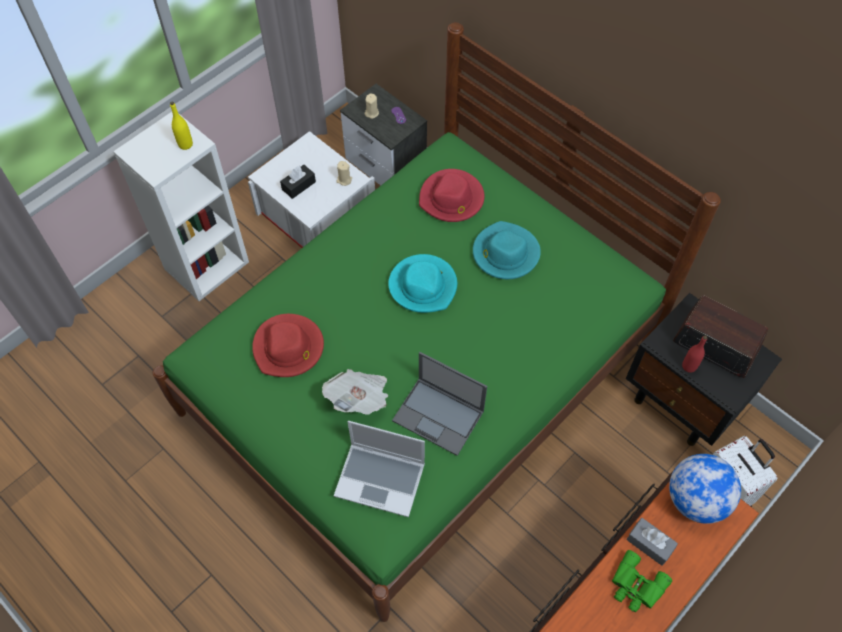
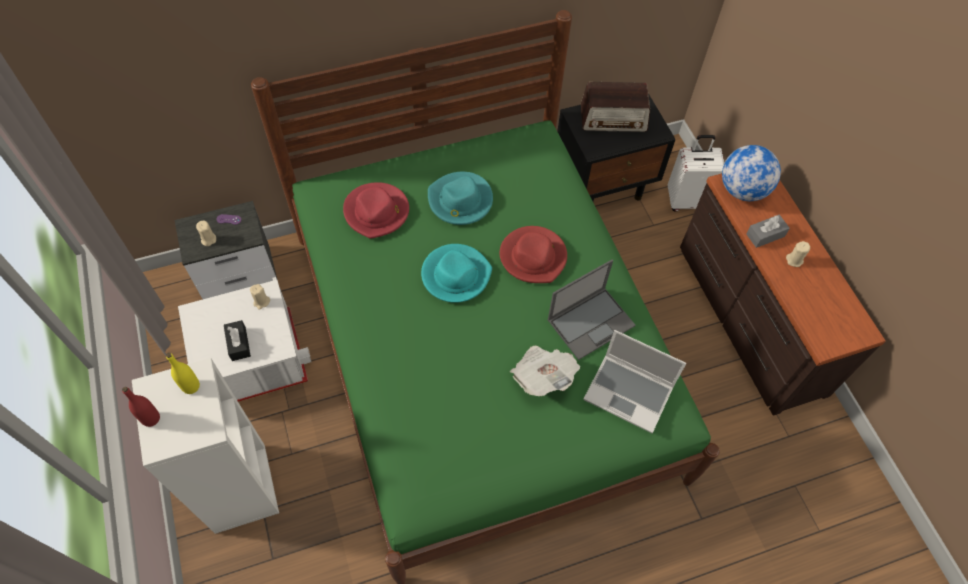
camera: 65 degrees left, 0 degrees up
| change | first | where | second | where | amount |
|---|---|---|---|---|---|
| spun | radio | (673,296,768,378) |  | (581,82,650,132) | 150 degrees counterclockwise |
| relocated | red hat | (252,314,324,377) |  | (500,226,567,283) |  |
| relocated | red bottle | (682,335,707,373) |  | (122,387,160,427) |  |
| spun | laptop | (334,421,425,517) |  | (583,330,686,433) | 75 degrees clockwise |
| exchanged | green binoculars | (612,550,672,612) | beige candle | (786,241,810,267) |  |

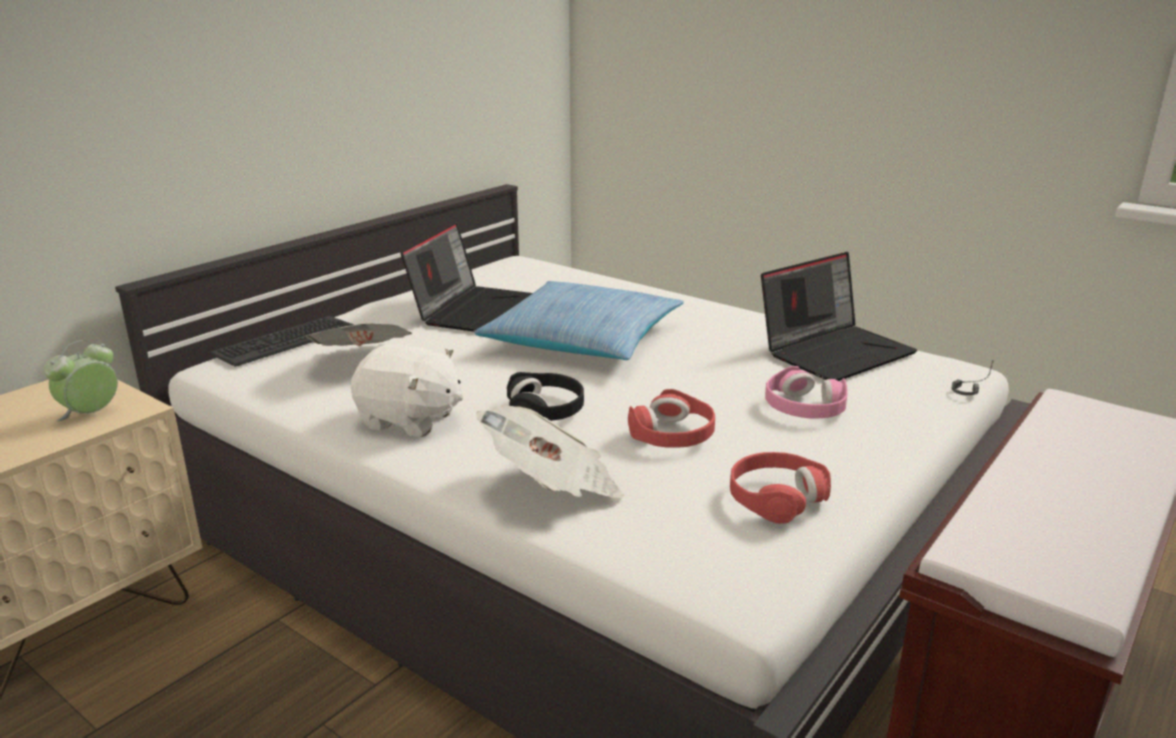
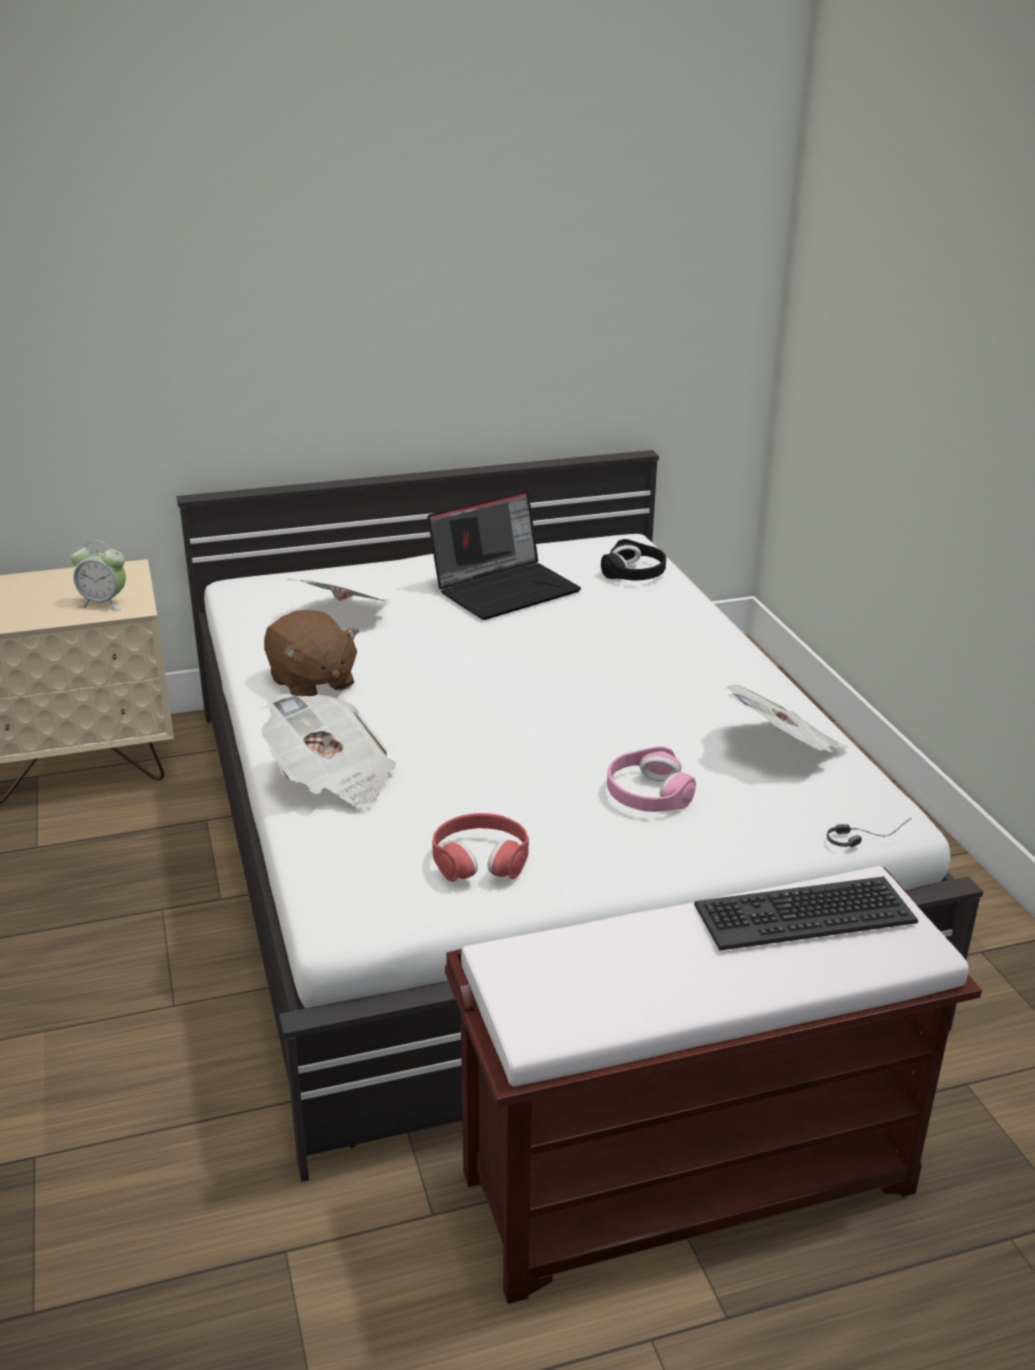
camera: 35 degrees right, 5 degrees up
| change | first | where | second | where | amount |
|---|---|---|---|---|---|
| exchanged | laptop | (761,252,917,381) | newspaper | (727,685,849,753) |  |
| missing | pillow | (474,281,684,360) |  |  |  |
| relocated | keyboard | (210,316,354,367) |  | (694,876,918,951) |  |
| spun | alarm clock | (44,340,118,422) |  | (71,540,126,611) | 150 degrees counterclockwise |
| colour | white plush toy | (351,344,463,437) | brown plush toy | (264,610,359,696) |  |
| relocated | black headphones | (507,372,584,421) |  | (601,539,666,580) |  |
| missing | red headphones | (628,389,715,448) |  |  |  |

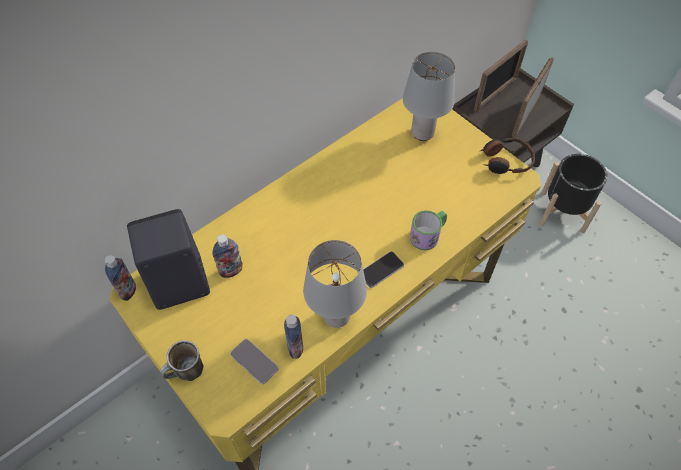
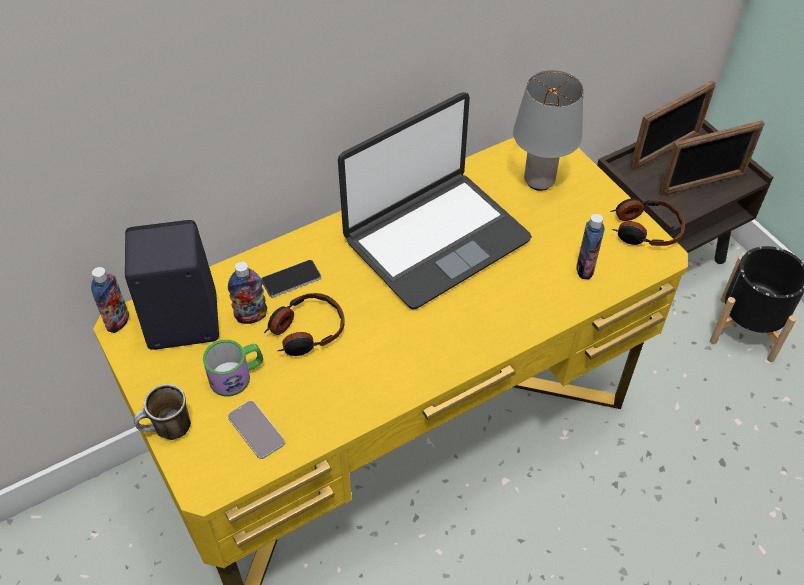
camera: 10 degrees right, 5 degrees down
| change | first | where | second | where | amount |
|---|---|---|---|---|---|
| spun | picture frame | (512,57,554,138) |  | (659,120,765,196) | 150 degrees counterclockwise |
| relocated | mug | (410,210,447,250) |  | (203,340,263,396) |  |
| missing | grey table lamp | (303,240,367,328) |  |  |  |
| relocated | phone | (363,251,404,288) |  | (261,260,322,298) |  |
| relocated | bottle | (284,315,303,359) |  | (576,214,604,279) |  |
| appeared |  |  | laptop | (338,92,532,309) |  |
| appeared |  |  | headphones | (264,293,345,356) |  |

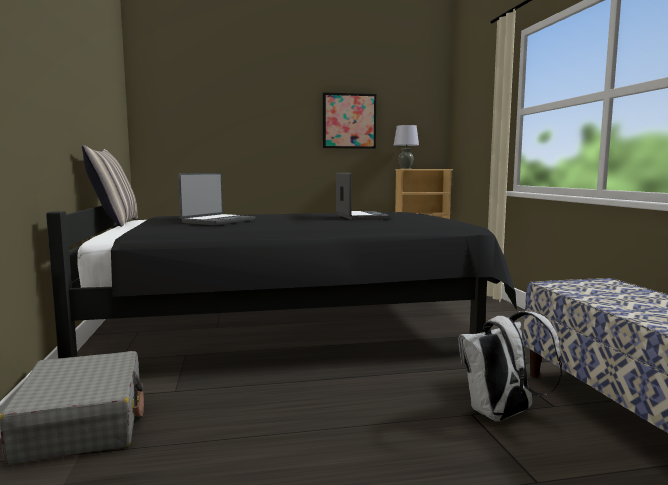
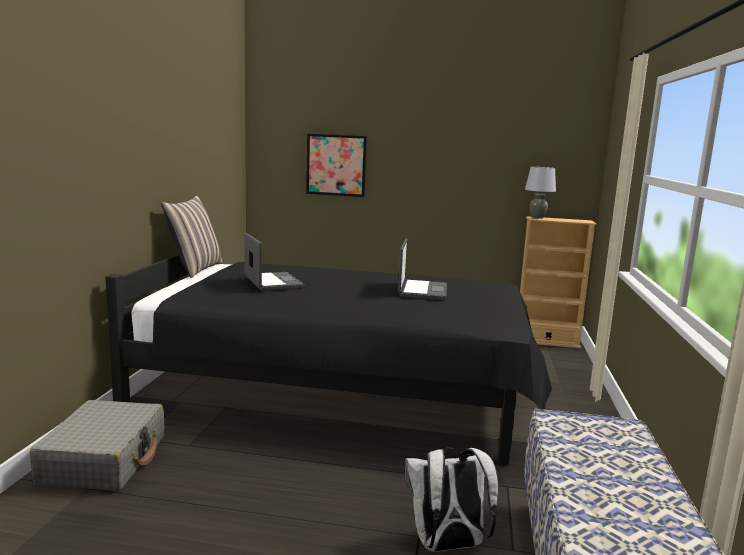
camera: 20 degrees right, 5 degrees up
| change | first | where | second | where | amount |
|---|---|---|---|---|---|
| relocated | picture | (323,92,376,149) |  | (306,134,367,197) |  |
| spun | laptop | (178,173,255,226) |  | (244,233,305,291) | 75 degrees counterclockwise |

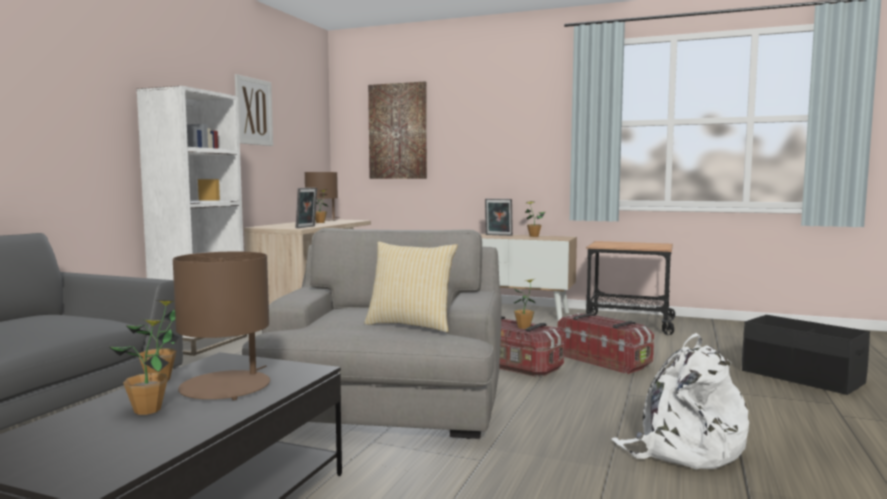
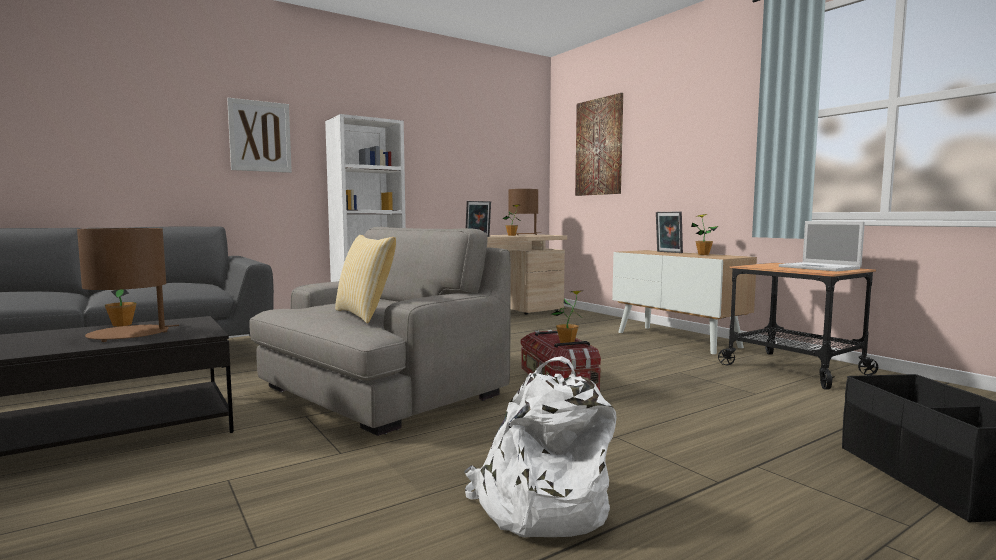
camera: 35 degrees right, 0 degrees up
| change | first | where | second | where | amount |
|---|---|---|---|---|---|
| relocated | picture | (235,74,273,146) |  | (227,98,292,173) |  |
| missing | storage box | (558,313,654,374) |  |  |  |
| missing | potted plant | (110,319,176,415) |  |  |  |
| appeared |  |  | laptop | (779,221,865,271) |  |

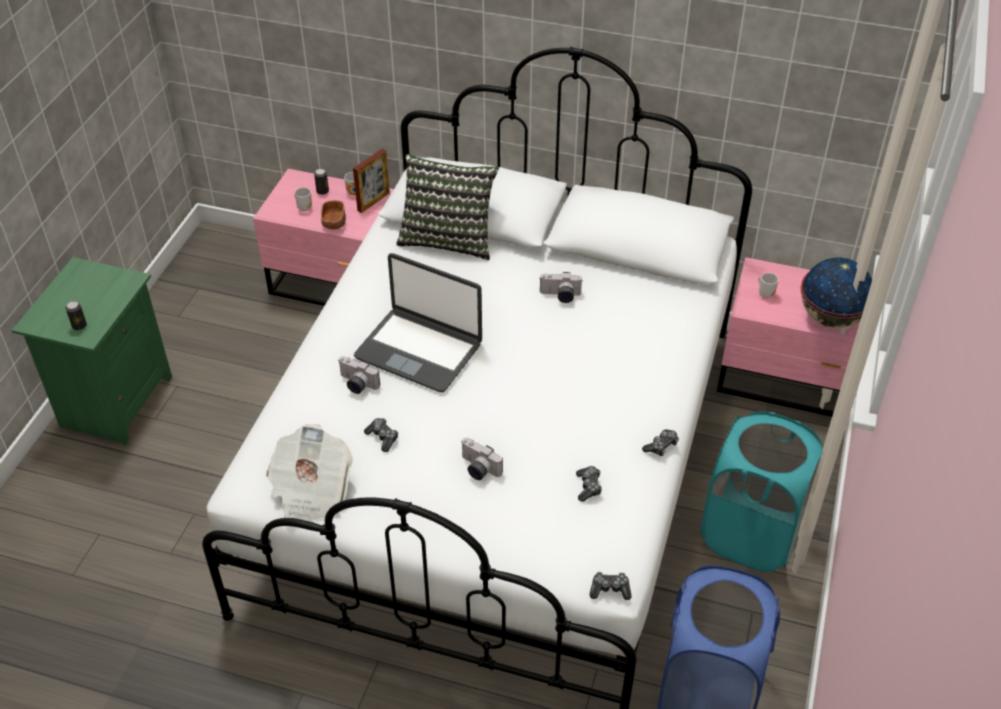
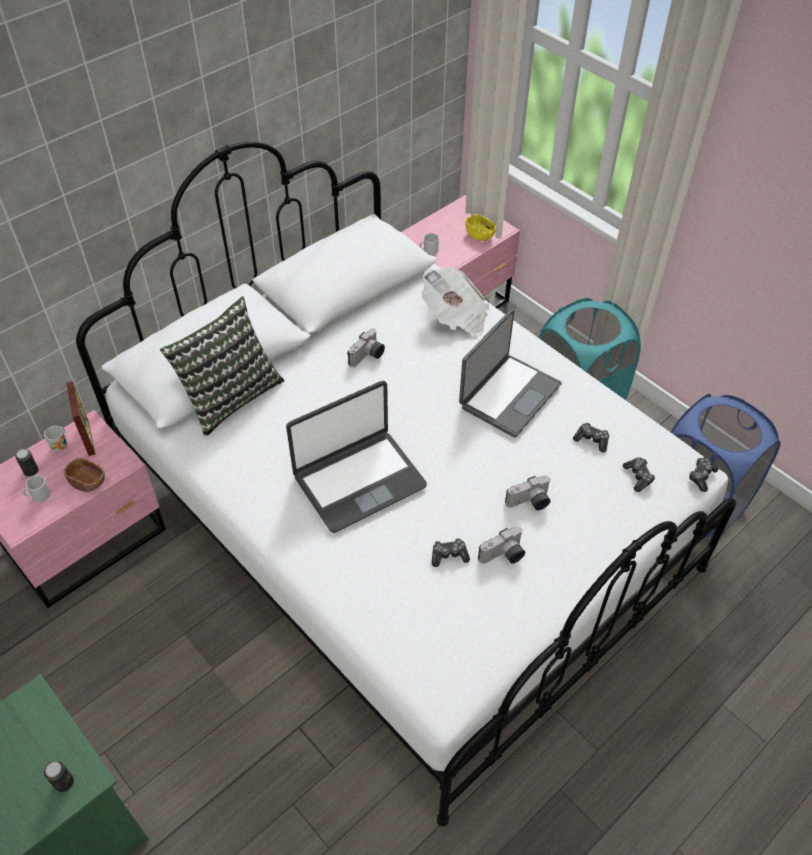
camera: 60 degrees left, 5 degrees up
| change | first | where | second | where | amount |
|---|---|---|---|---|---|
| exchanged | globe | (801,257,872,328) | yellow bowl | (465,214,496,241) |  |
| relocated | photo camera | (339,356,380,394) |  | (478,526,525,564) |  |
| relocated | newspaper | (266,424,353,527) |  | (421,267,489,337) |  |
| relocated | game controller | (642,430,679,456) |  | (623,457,655,492) |  |
| appeared |  |  | laptop | (459,309,562,438) |  |

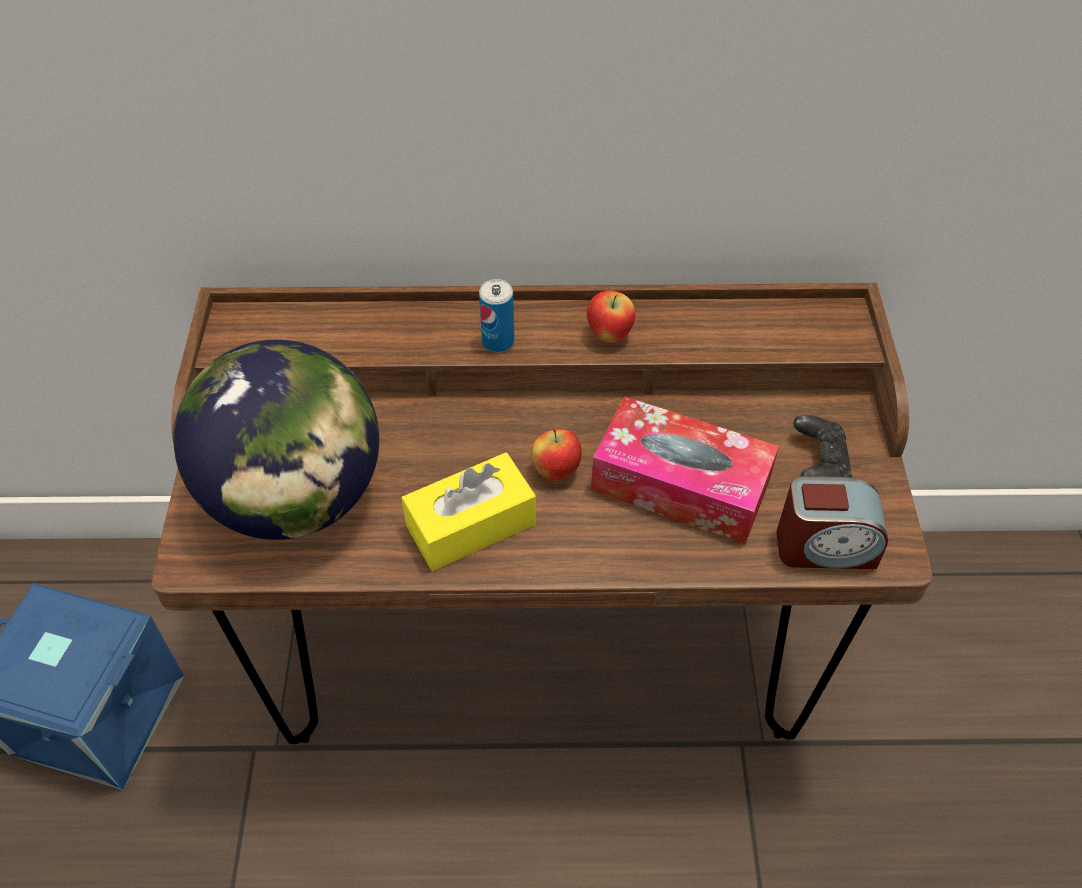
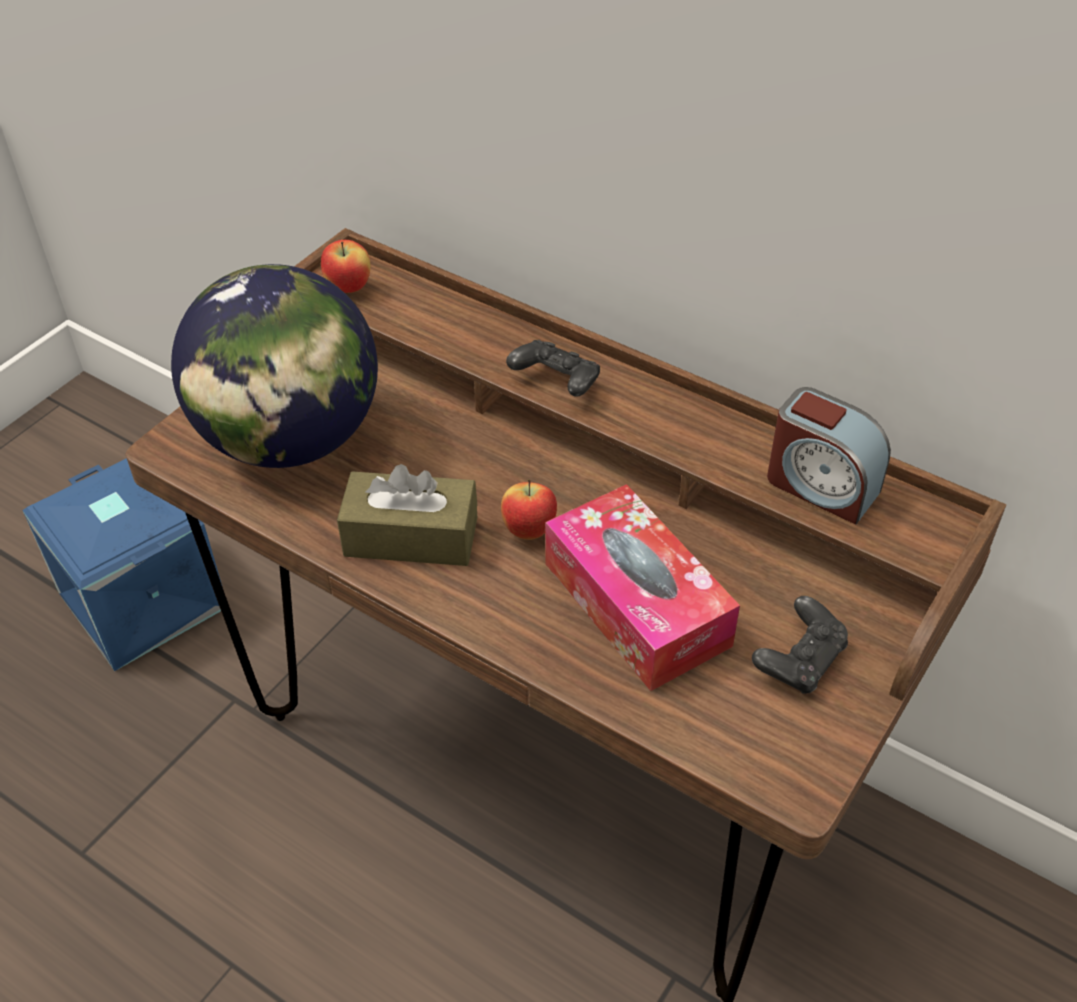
camera: 35 degrees right, 5 degrees down
| change | first | where | second | where | amount |
|---|---|---|---|---|---|
| exchanged | can | (479,279,514,352) | black game controller | (506,340,600,397) |  |
| relocated | apple | (587,291,635,342) |  | (321,240,371,293) |  |
| colour | yellow tissue box | (401,453,536,571) | brown tissue box | (337,464,477,566) |  |
| relocated | alarm clock | (776,476,888,569) |  | (767,387,891,525) |  |

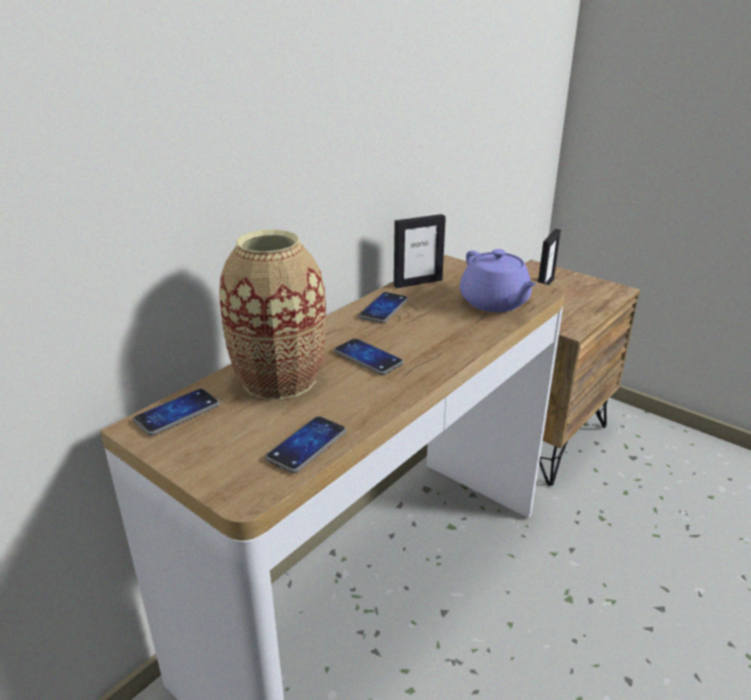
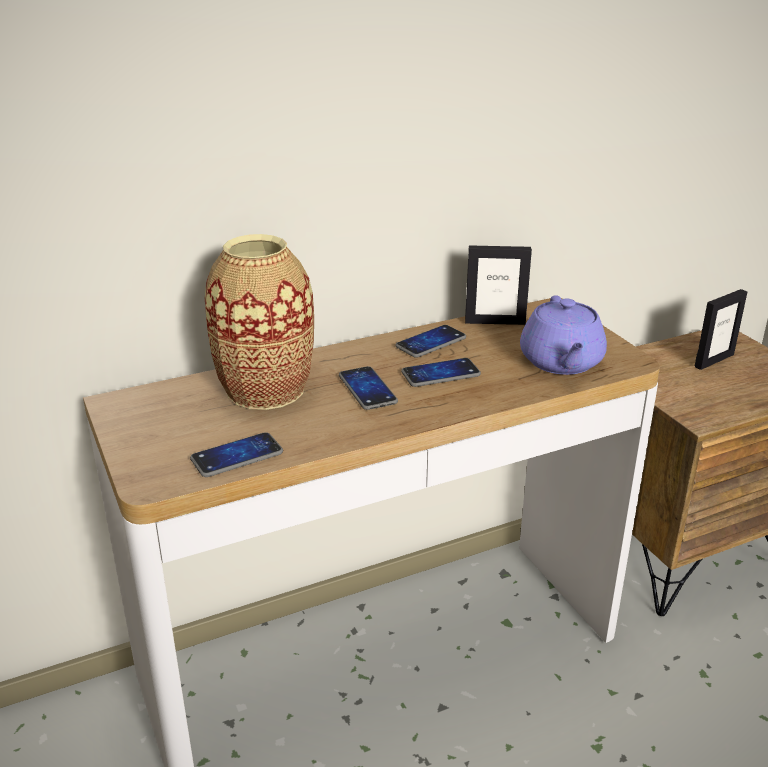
camera: 25 degrees right, 0 degrees up
| change | first | where | second | where | amount |
|---|---|---|---|---|---|
| relocated | phone | (133,389,220,436) |  | (401,358,481,387) |  |

